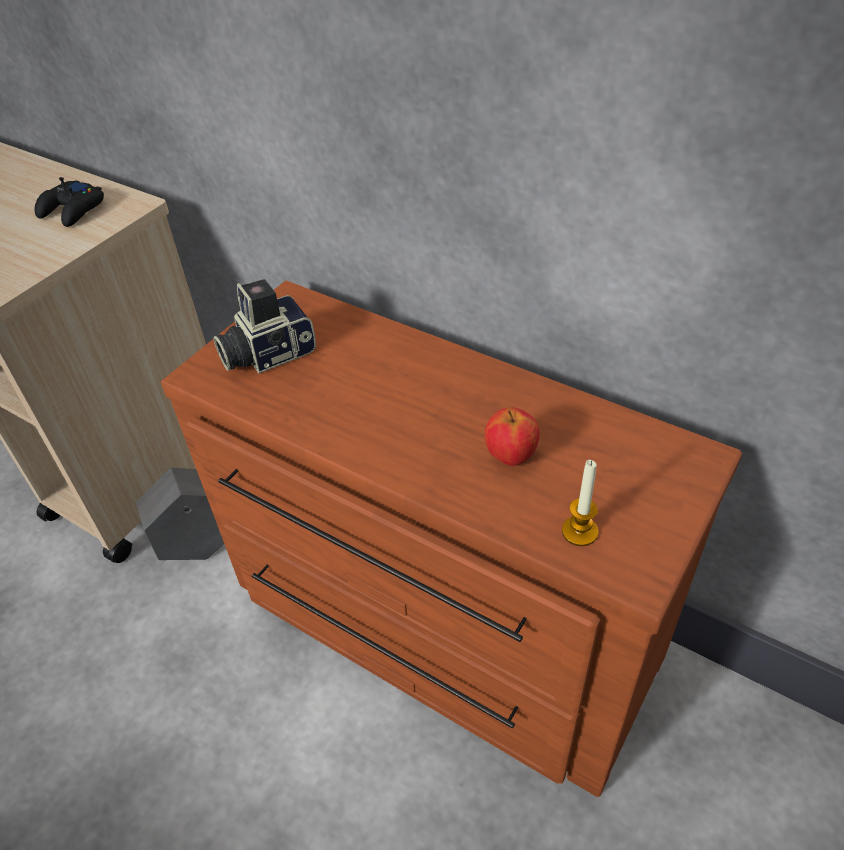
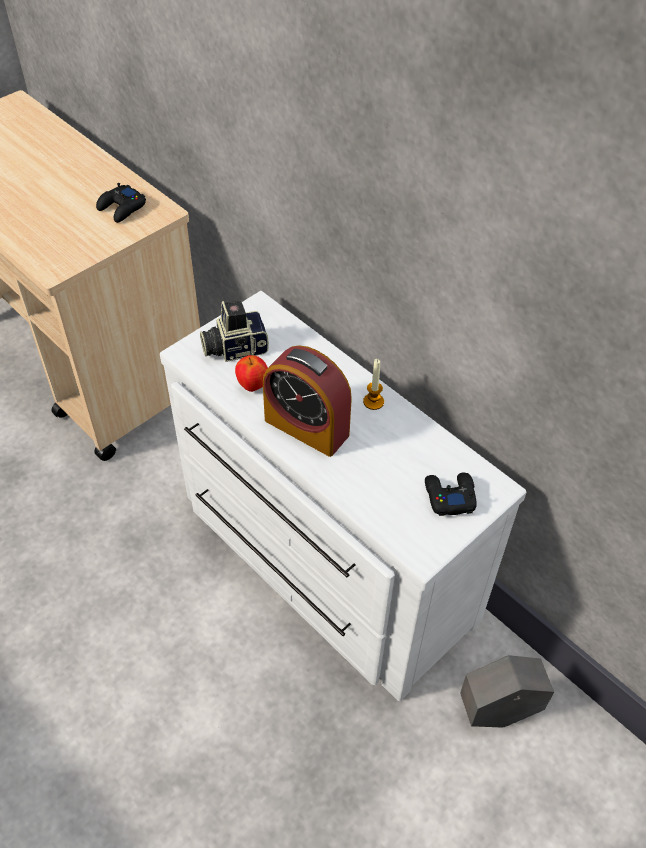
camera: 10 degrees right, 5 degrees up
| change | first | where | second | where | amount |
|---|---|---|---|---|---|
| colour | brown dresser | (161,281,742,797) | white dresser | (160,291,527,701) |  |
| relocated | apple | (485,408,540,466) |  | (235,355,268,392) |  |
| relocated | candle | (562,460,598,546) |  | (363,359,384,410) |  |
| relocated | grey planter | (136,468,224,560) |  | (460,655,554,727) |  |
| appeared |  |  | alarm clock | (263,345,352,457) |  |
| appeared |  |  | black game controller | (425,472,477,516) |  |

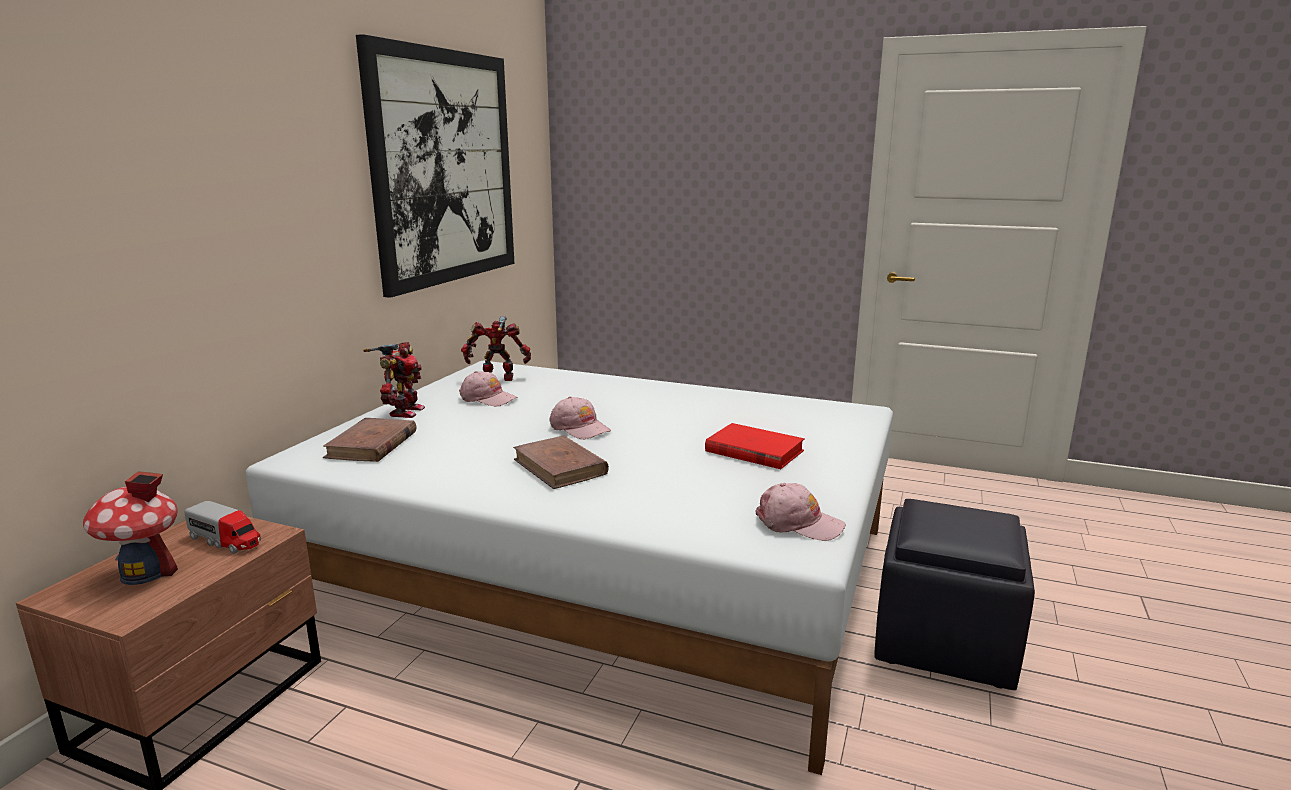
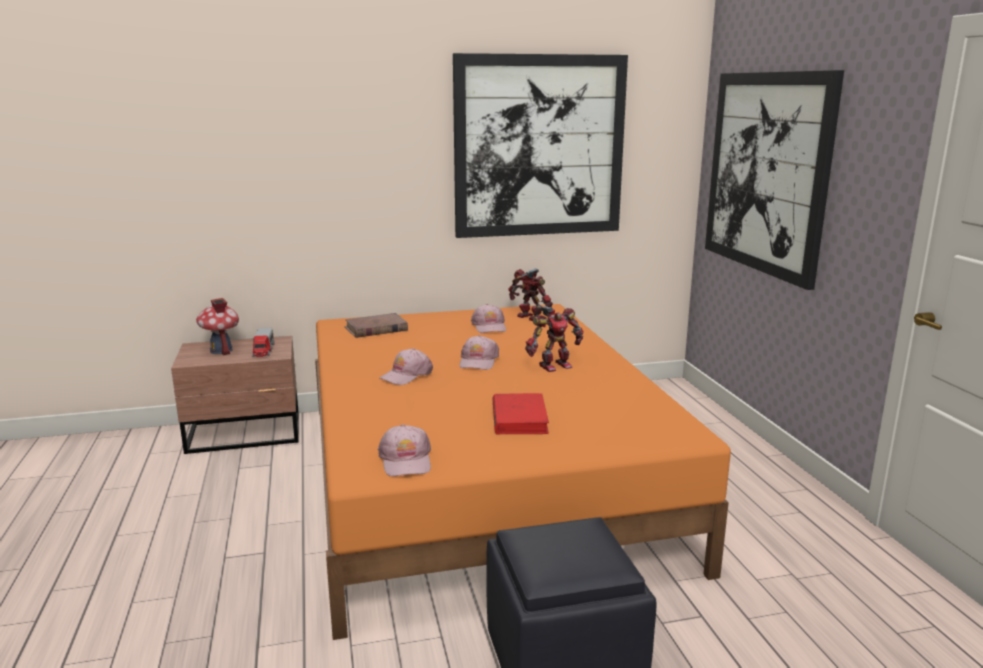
camera: 55 degrees right, 0 degrees up
| change | first | where | second | where | amount |
|---|---|---|---|---|---|
| relocated | toy robot | (363,342,425,418) |  | (525,306,584,372) |  |
| colour | white bed | (245,361,893,775) | orange bed | (315,304,731,640) |  |
| exchanged | brown book | (513,435,609,489) | pink cap | (379,348,433,385) |  |
| appeared |  |  | picture | (705,70,844,290) |  |

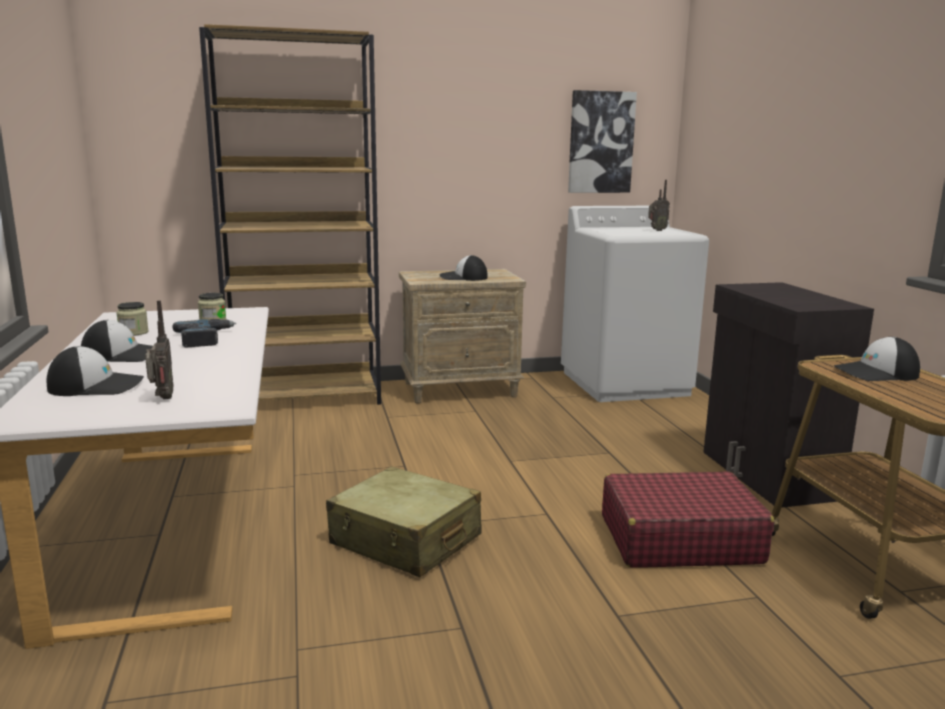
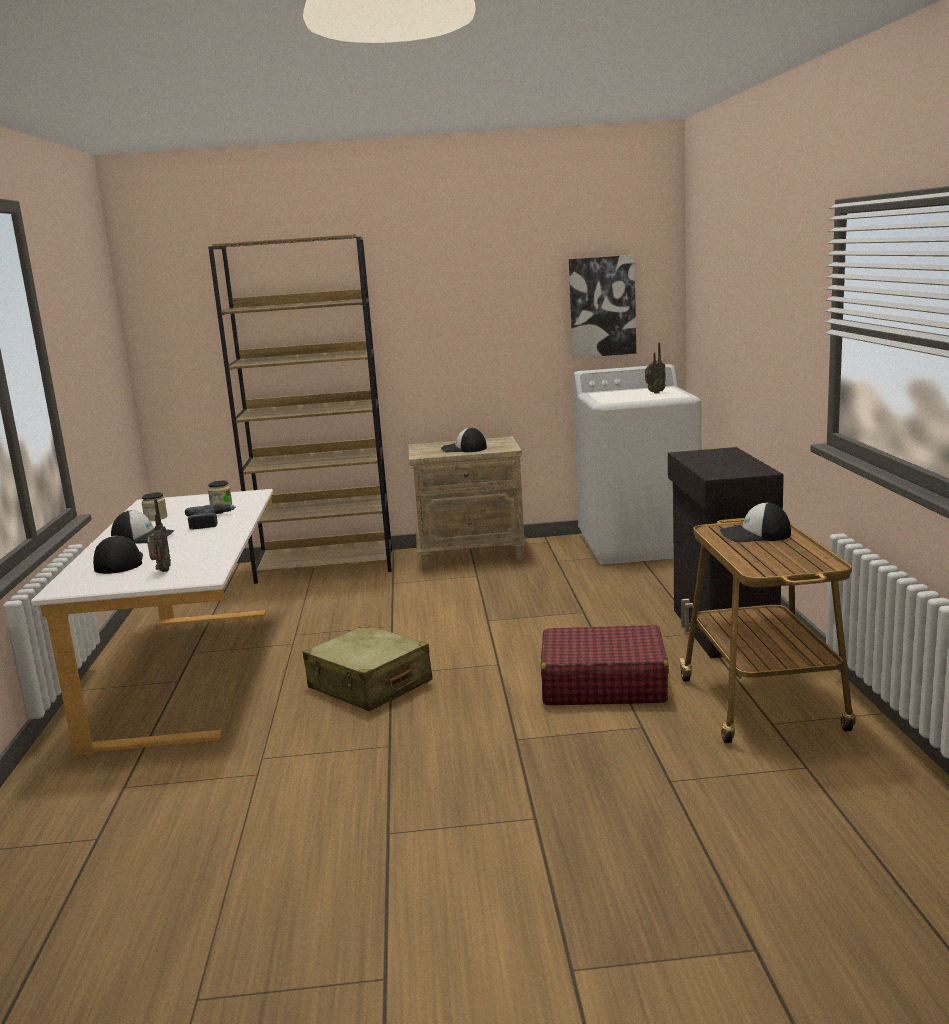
camera: 10 degrees right, 0 degrees up
| change | first | where | second | where | amount |
|---|---|---|---|---|---|
| spun | cap | (47,346,144,396) |  | (93,536,143,574) | 105 degrees counterclockwise |

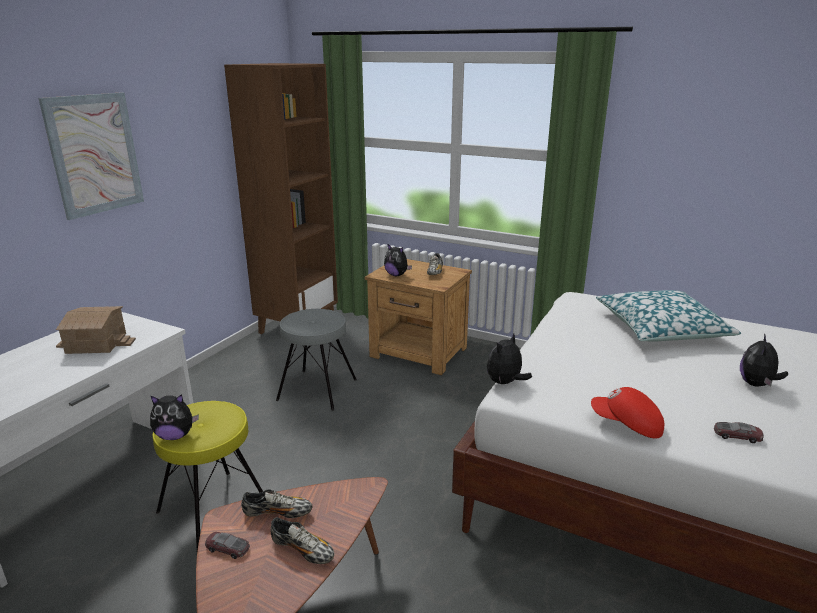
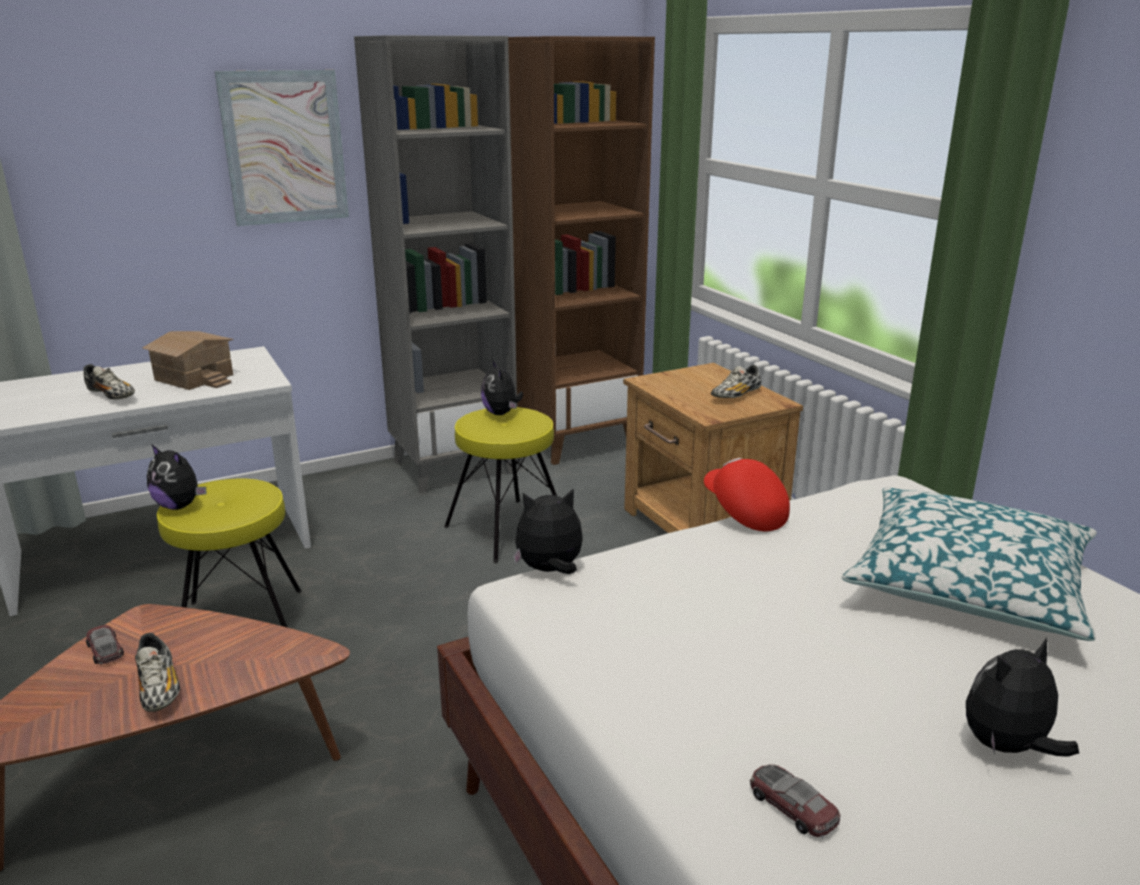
camera: 35 degrees right, 0 degrees up
| change | first | where | second | where | amount |
|---|---|---|---|---|---|
| relocated | plush toy | (384,244,412,276) |  | (481,359,523,415) |  |
| colour | grey stool | (276,309,357,411) | yellow stool | (444,407,557,563) |  |
| relocated | red cap | (591,387,664,439) |  | (704,458,790,531) |  |
| relocated | shoe | (241,489,312,518) |  | (84,364,135,400) |  |
| appeared |  |  | grey bookcase | (354,35,517,493) |  |

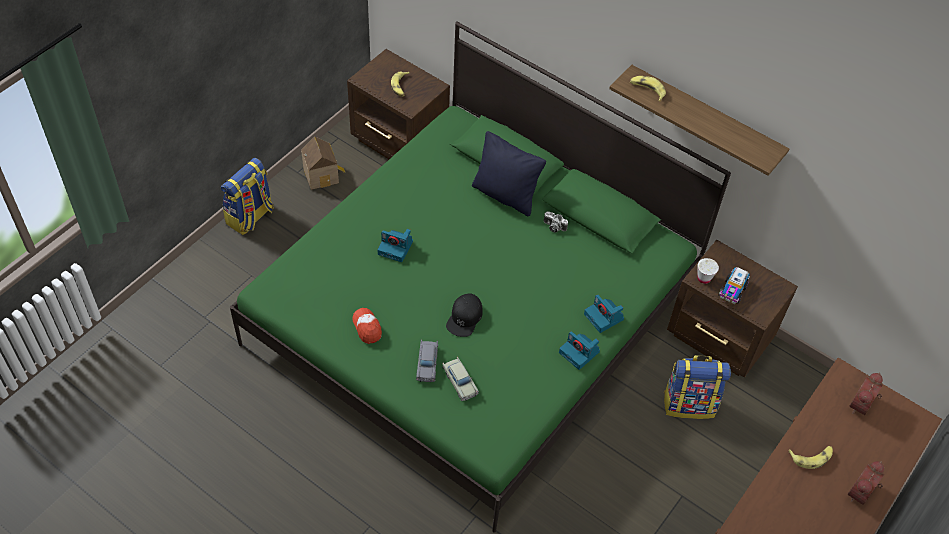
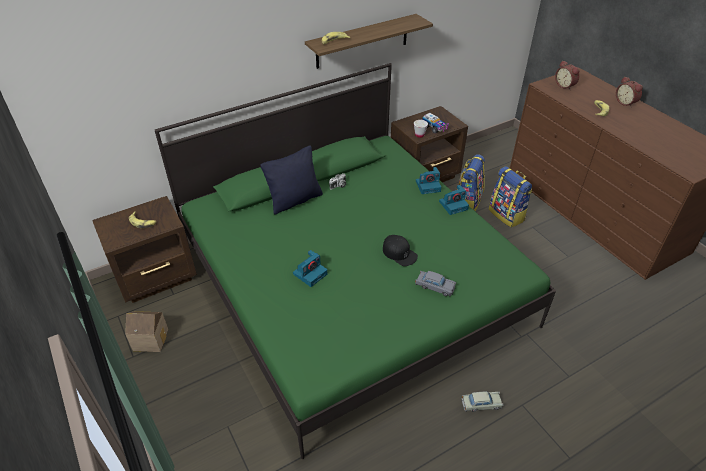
camera: 65 degrees left, 10 degrees down
| change | first | where | second | where | amount |
|---|---|---|---|---|---|
| relocated | backpack | (221,158,274,235) |  | (489,166,532,228) |  |
| missing | cap | (353,308,382,344) |  |  |  |
| relocated | beige toy car | (442,357,479,401) |  | (462,391,503,412) |  |

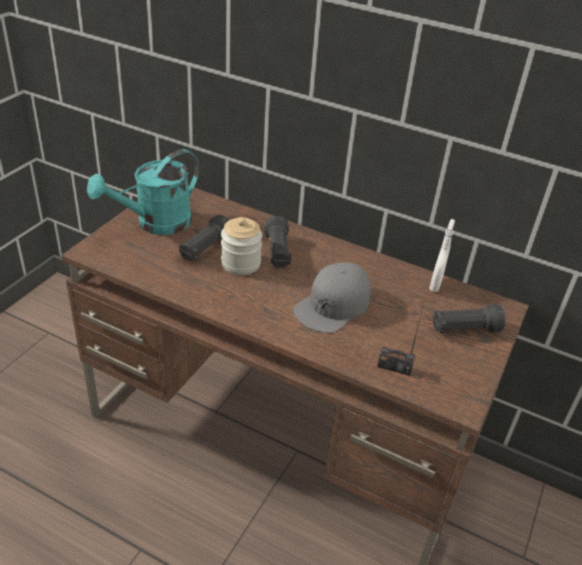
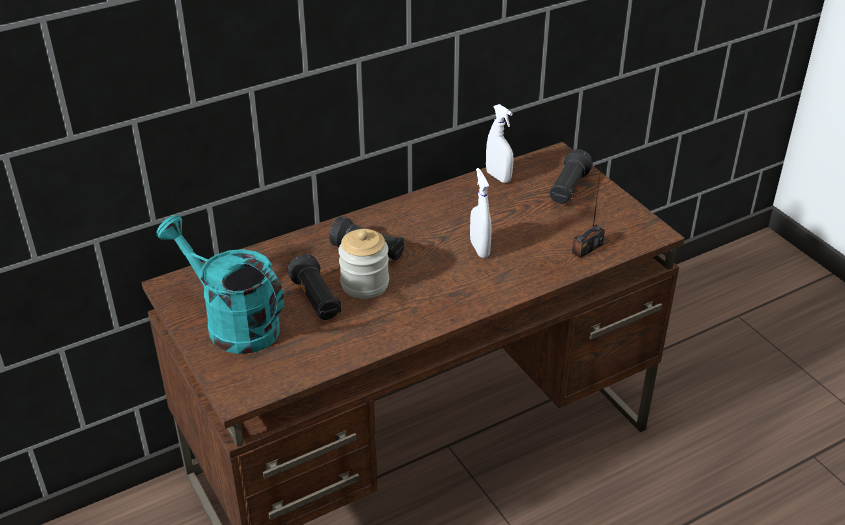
camera: 55 degrees left, 0 degrees up
| change | first | where | second | where | amount |
|---|---|---|---|---|---|
| spun | turquoise watering can | (87,149,199,235) |  | (156,215,284,354) | 135 degrees clockwise |
| exchanged | grey cap | (293,262,371,333) | white spray bottle | (470,168,491,258) |  |

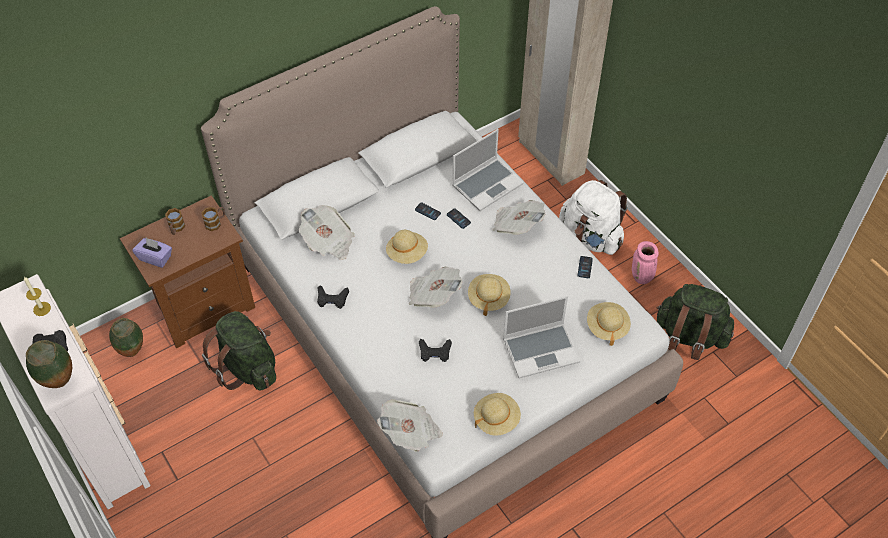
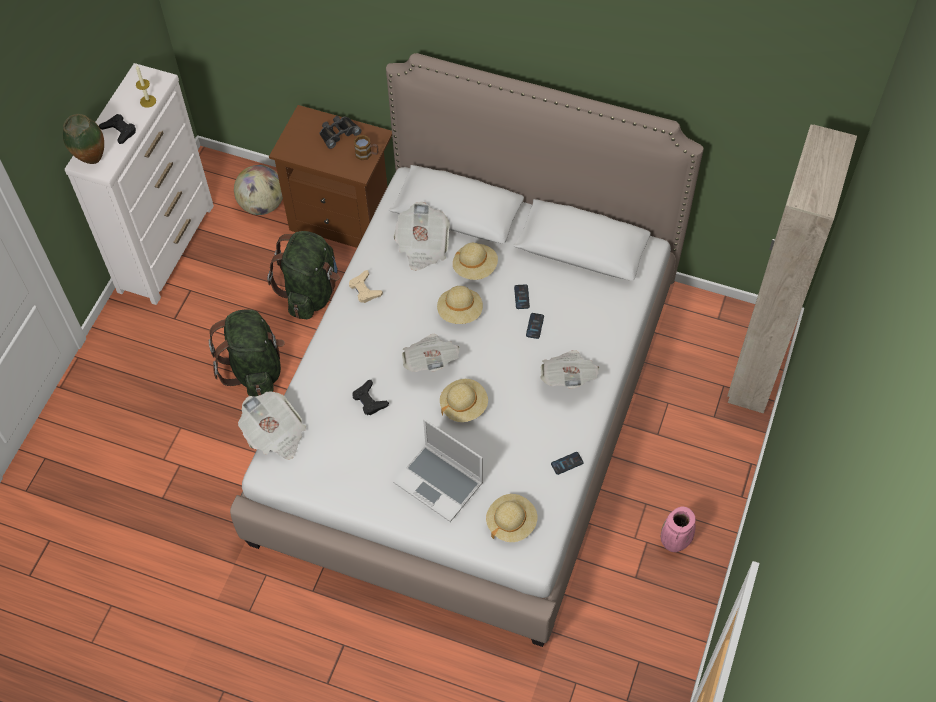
camera: 55 degrees right, 5 degrees up
| change | first | where | second | where | amount |
|---|---|---|---|---|---|
| missing | laptop | (452,129,524,211) |  |  |  |
| missing | white backpack | (559,180,628,255) |  |  |  |
| exchanged | mug | (165,208,185,235) | black binoculars | (319,116,362,149) |  |
| missing | purple tissue box | (132,238,172,268) |  |  |  |
| relocated | green backpack | (656,284,734,360) |  | (209,310,285,397) |  |
| colour | black game controller | (317,285,349,309) | beige game controller | (349,270,383,303) |  |
| exchanged | vase | (109,318,143,357) | globe | (234,165,283,215) |  |
| relocated | beige hat | (474,393,521,436) |  | (453,243,498,280) |  |

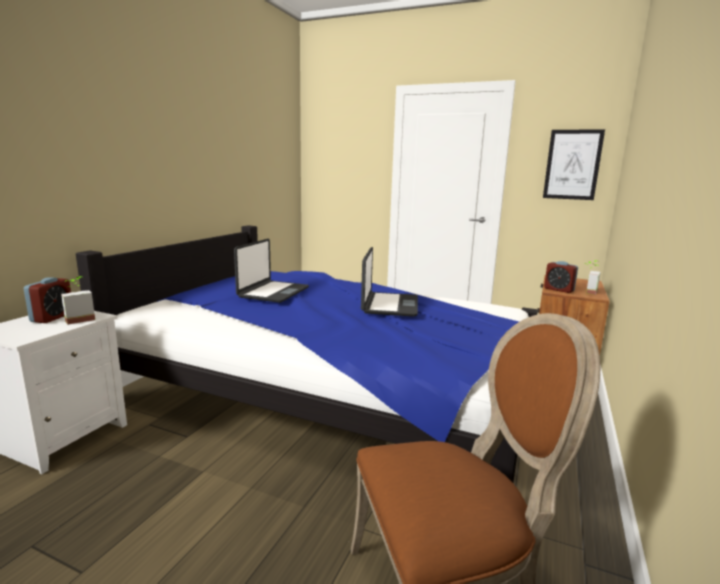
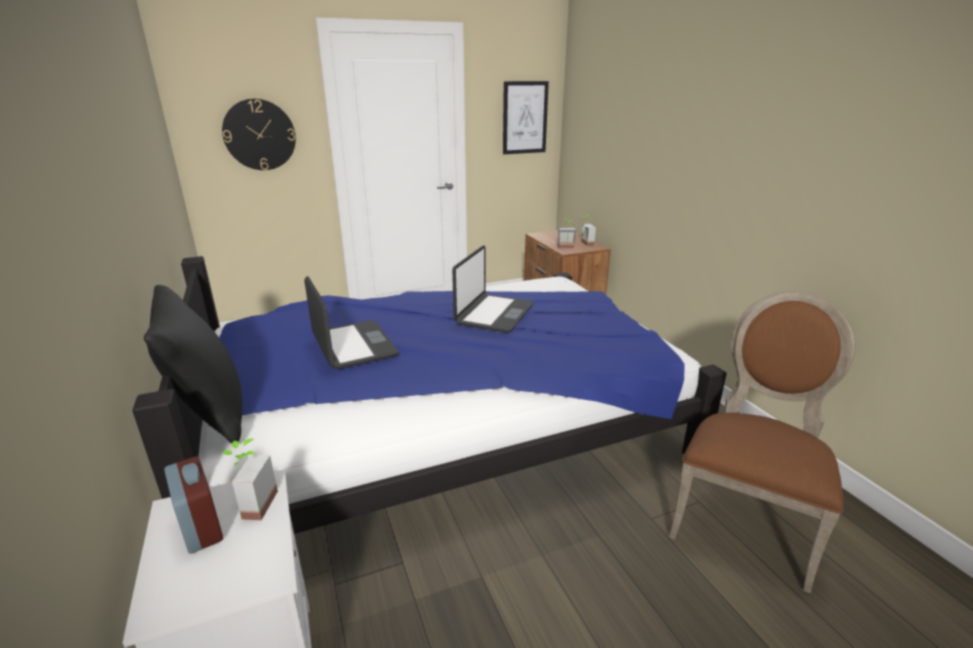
camera: 45 degrees left, 10 degrees up
| change | first | where | second | where | amount |
|---|---|---|---|---|---|
| spun | laptop | (361,247,418,317) |  | (452,246,534,333) | 60 degrees clockwise |
| exchanged | alarm clock | (544,261,578,293) | potted plant | (558,218,576,249) |  |
| appeared |  |  | wall clock | (222,99,296,170) |  |
| appeared |  |  | black pillow | (144,285,242,444) |  |

